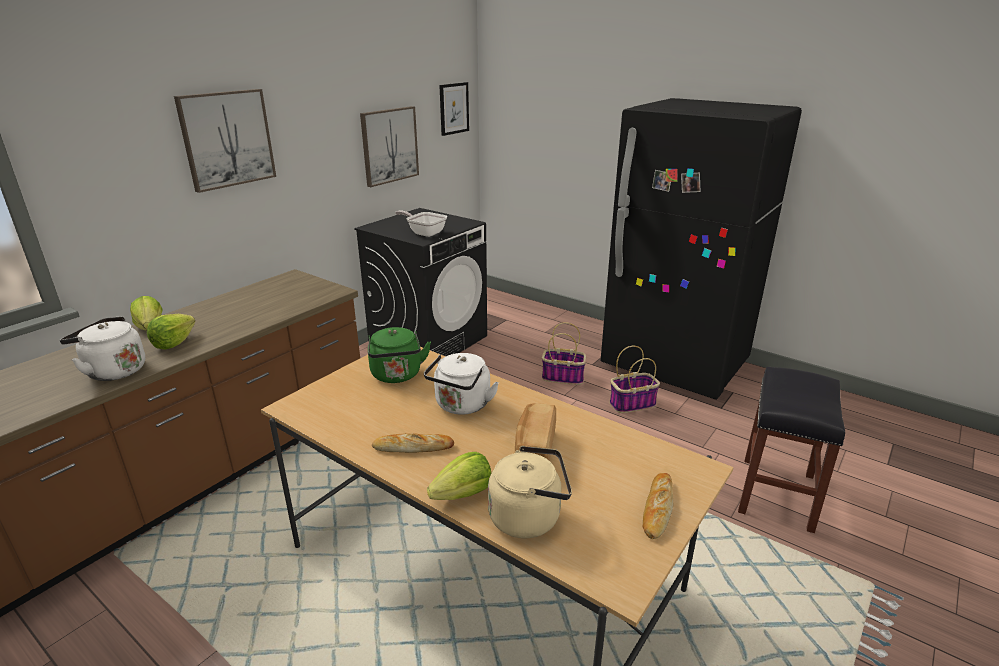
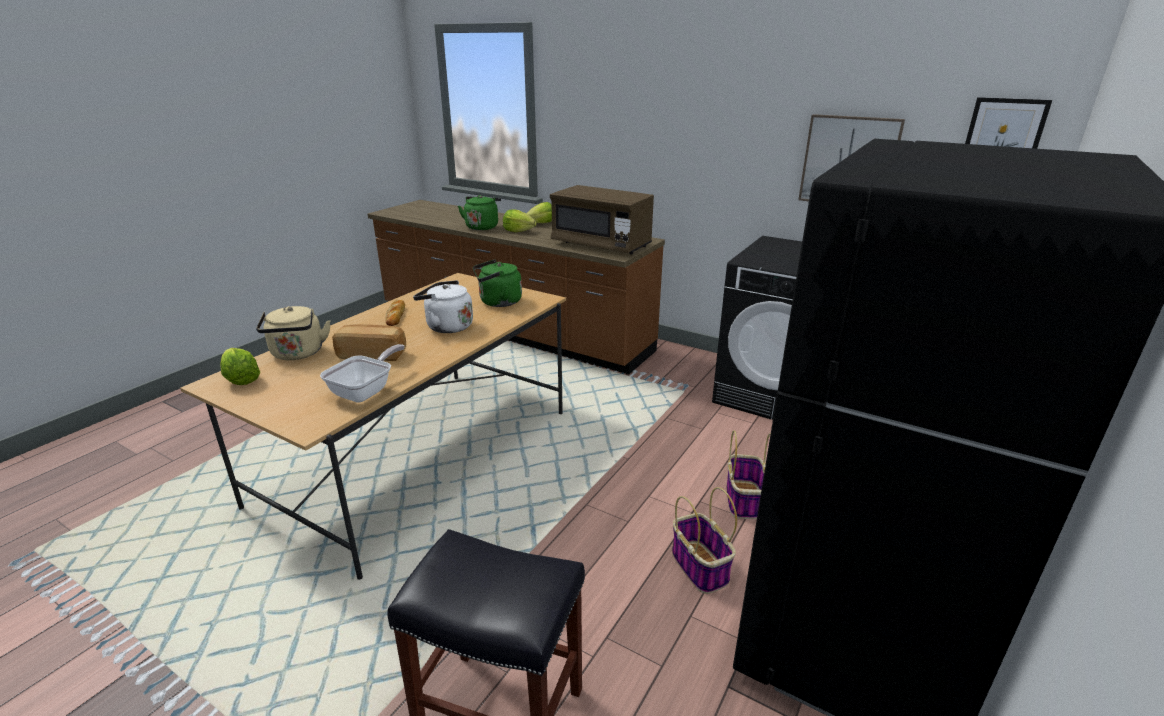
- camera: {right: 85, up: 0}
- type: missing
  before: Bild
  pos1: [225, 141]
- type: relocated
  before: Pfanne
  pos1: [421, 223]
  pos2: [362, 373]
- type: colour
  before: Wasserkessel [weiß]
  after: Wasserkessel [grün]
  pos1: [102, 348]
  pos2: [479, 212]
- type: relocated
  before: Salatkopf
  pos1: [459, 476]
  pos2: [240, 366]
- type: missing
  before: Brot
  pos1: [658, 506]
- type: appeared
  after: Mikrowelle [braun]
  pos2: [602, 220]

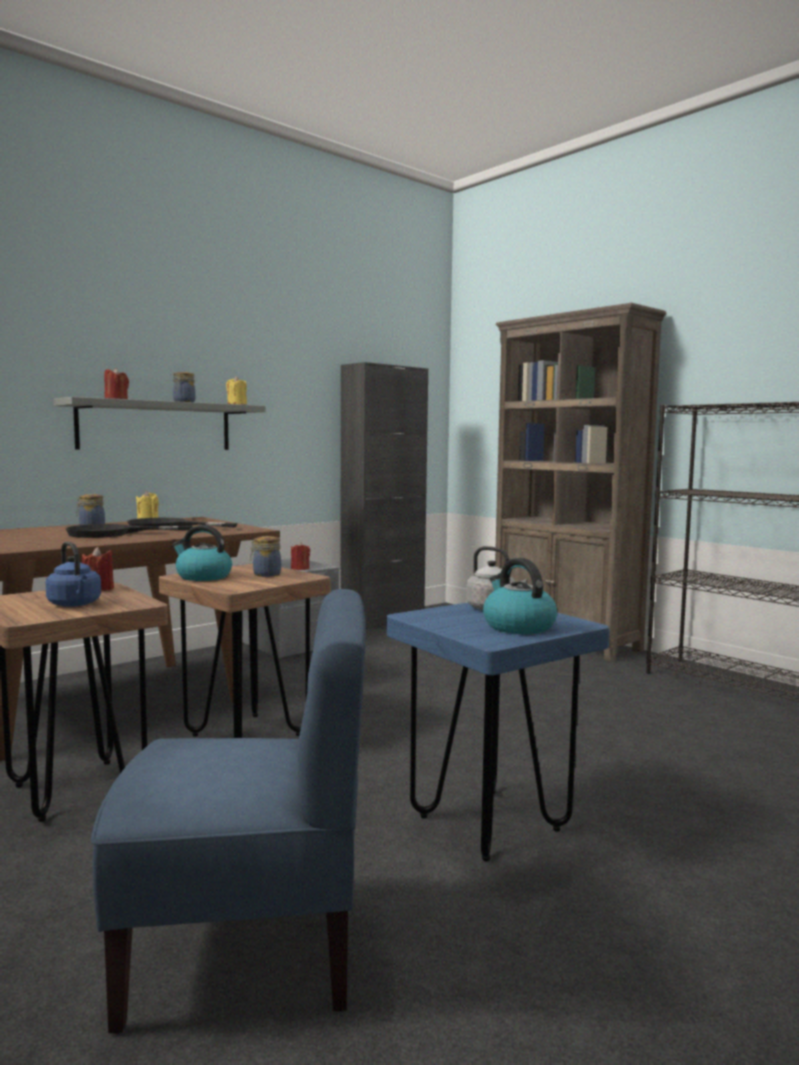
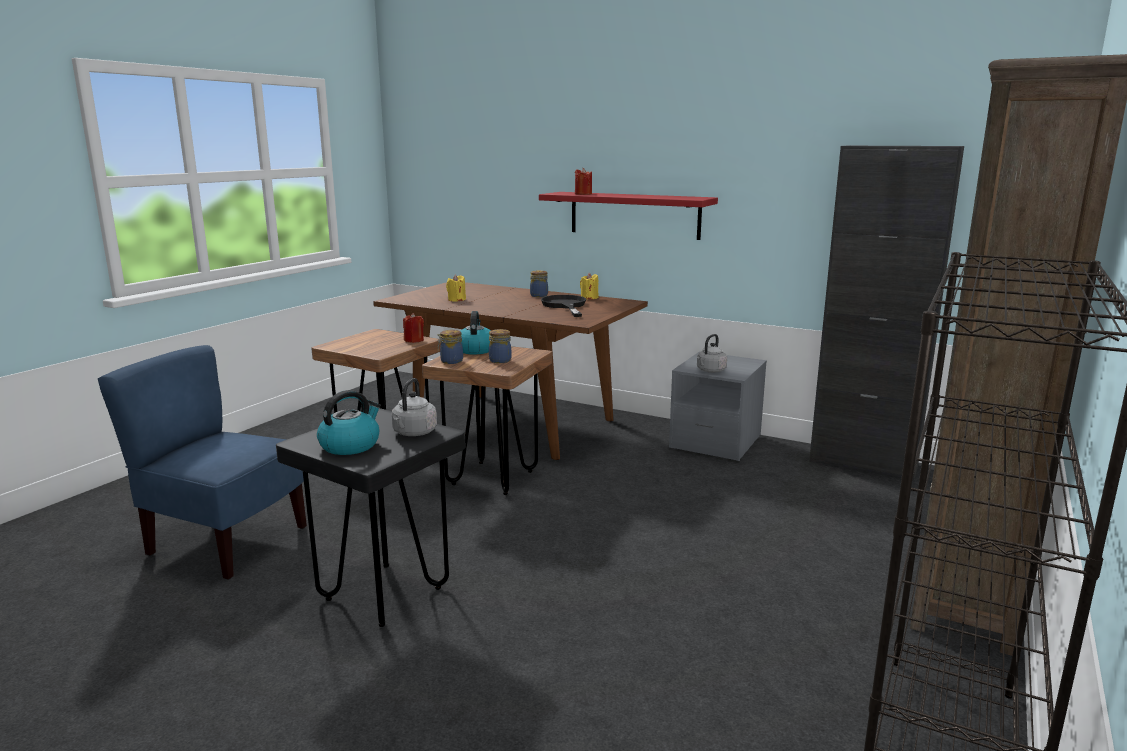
- camera: {right: 70, up: 10}
- type: relocated
  before: Vorratsglas
  pos1: [184, 387]
  pos2: [450, 347]
- type: relocated
  before: Kerze [gelb]
  pos1: [236, 390]
  pos2: [456, 288]
- type: colour
  before: Wandregal [grau]
  after: Wandregal [rot]
  pos1: [160, 423]
  pos2: [628, 216]
- type: missing
  before: Pfanne [schwarz]
  pos1: [129, 531]
- type: missing
  before: Wasserkessel [blau]
  pos1: [73, 574]
- type: exchanged
  before: Kerze [rot]
  after: Wasserkessel [grau]
  pos1: [300, 556]
  pos2: [712, 353]
- type: spun
  before: Stuhl [blau]
  pos1: [228, 811]
  pos2: [202, 462]
  turn: 135
- type: colour
  before: Hocker [blau]
  after: Hocker [schwarz]
  pos1: [498, 732]
  pos2: [371, 517]

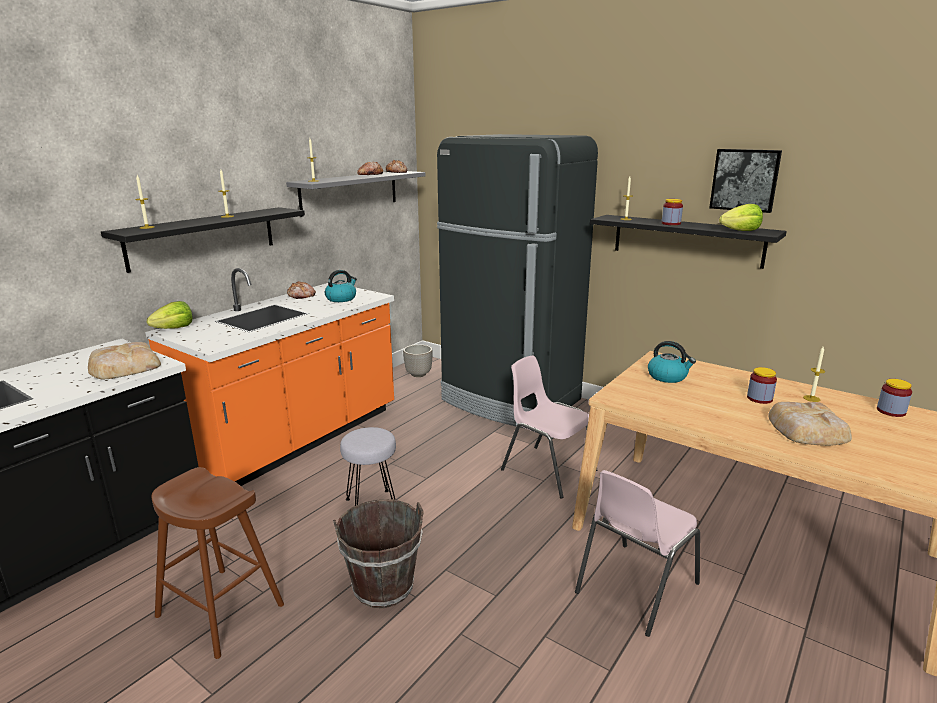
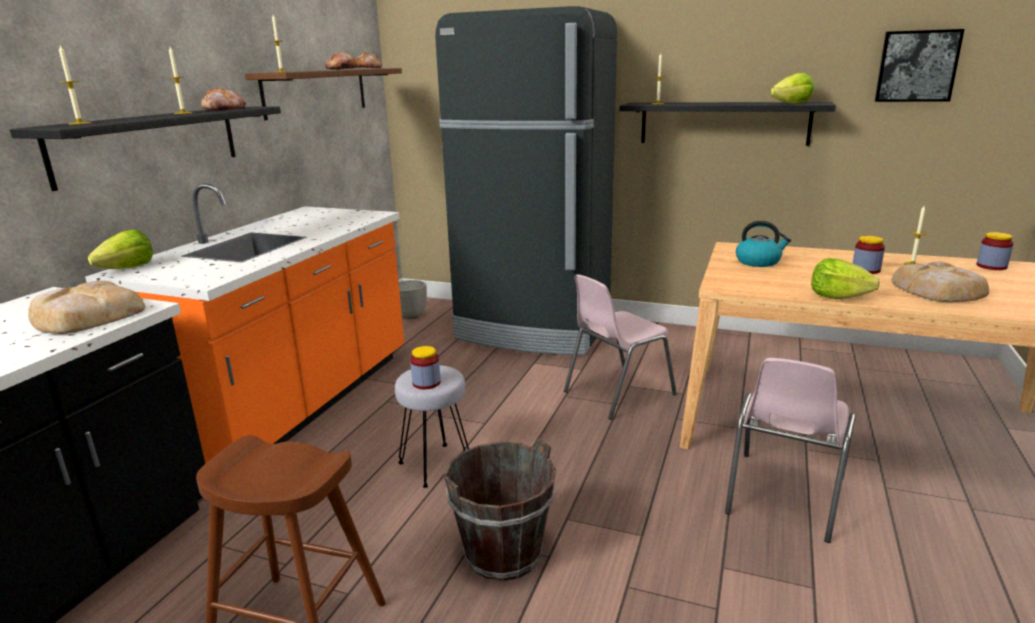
- camera: {right: -15, up: 0}
- type: relocated
  before: Bild
  pos1: [745, 181]
  pos2: [920, 65]
- type: colour
  before: Wandregal [grau]
  after: Wandregal [braun]
  pos1: [356, 194]
  pos2: [323, 94]
- type: relocated
  before: Vorratsglas
  pos1: [672, 212]
  pos2: [425, 367]
- type: missing
  before: Wasserkessel
  pos1: [341, 286]
- type: relocated
  before: Brot
  pos1: [301, 290]
  pos2: [223, 99]
- type: spun
  before: Stuhl [rosa]
  pos1: [549, 427]
  pos2: [620, 347]
  turn: -60
- type: appeared
  after: Salatkopf
  pos2: [845, 278]

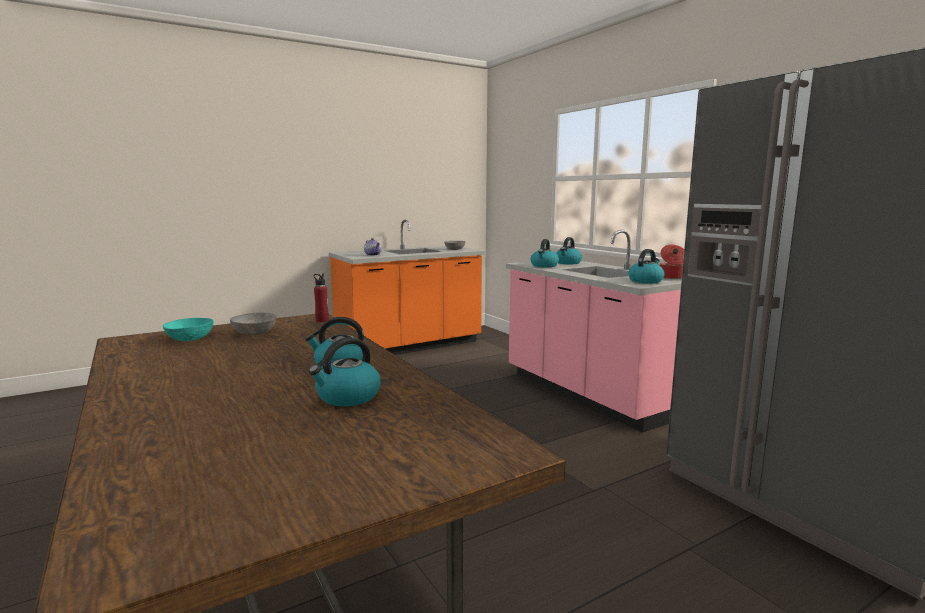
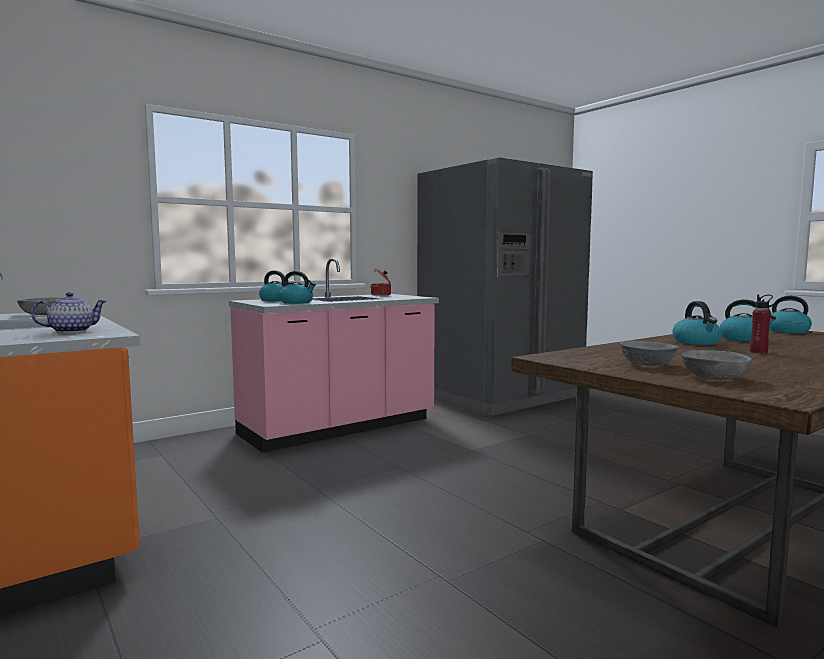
- camera: {right: -95, up: -5}
- type: relocated
  before: Wasserkessel
  pos1: [646, 266]
  pos2: [790, 315]
- type: relocated
  before: Flasche [rot]
  pos1: [321, 298]
  pos2: [761, 324]
- type: colour
  before: Schüssel [türkis]
  after: Schüssel [grau]
  pos1: [188, 329]
  pos2: [717, 365]

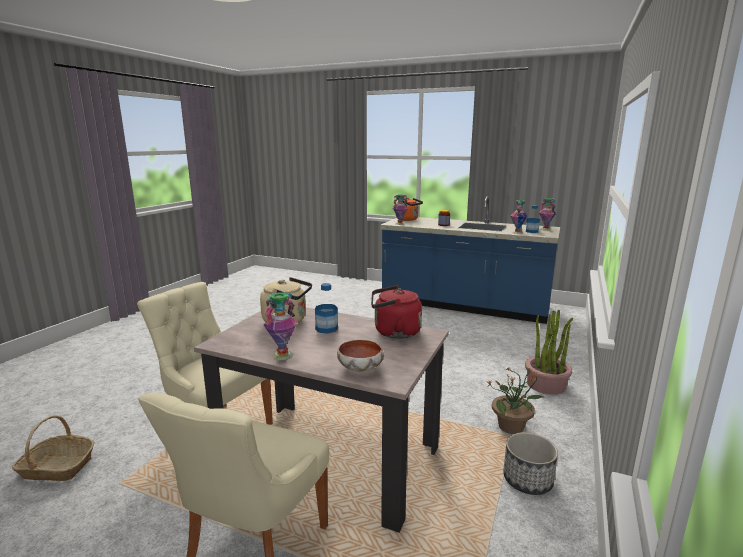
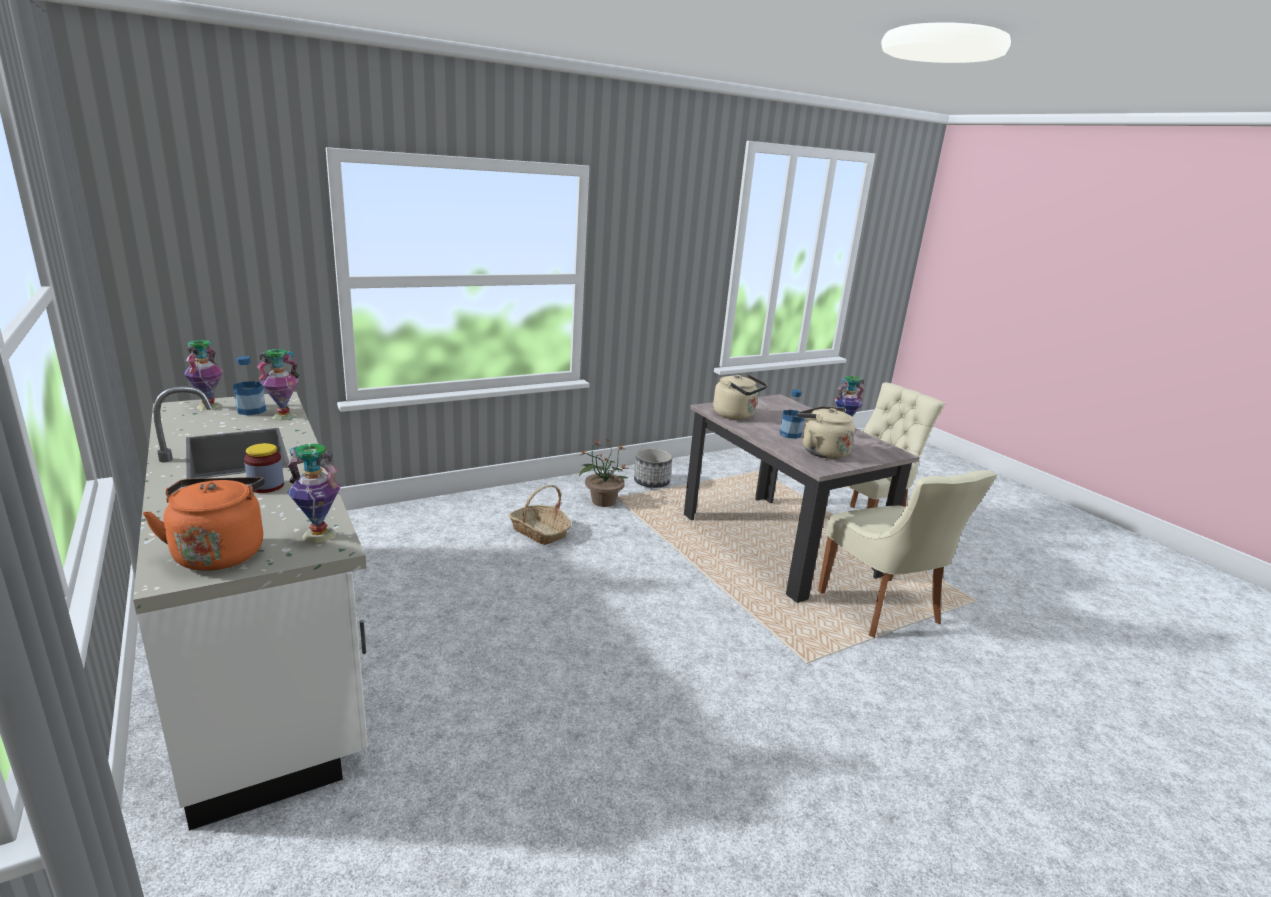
- camera: {right: -145, up: 5}
- type: colour
  before: Küchenzeile [blau]
  after: Küchenzeile [weiß]
  pos1: [470, 260]
  pos2: [250, 608]
- type: colour
  before: Wasserkessel [rot]
  after: Wasserkessel [beige]
  pos1: [396, 312]
  pos2: [740, 397]
- type: missing
  before: Topfpflanze
  pos1: [549, 352]
- type: missing
  before: Schüssel
  pos1: [360, 356]
- type: relocated
  before: Korb
  pos1: [53, 448]
  pos2: [539, 515]

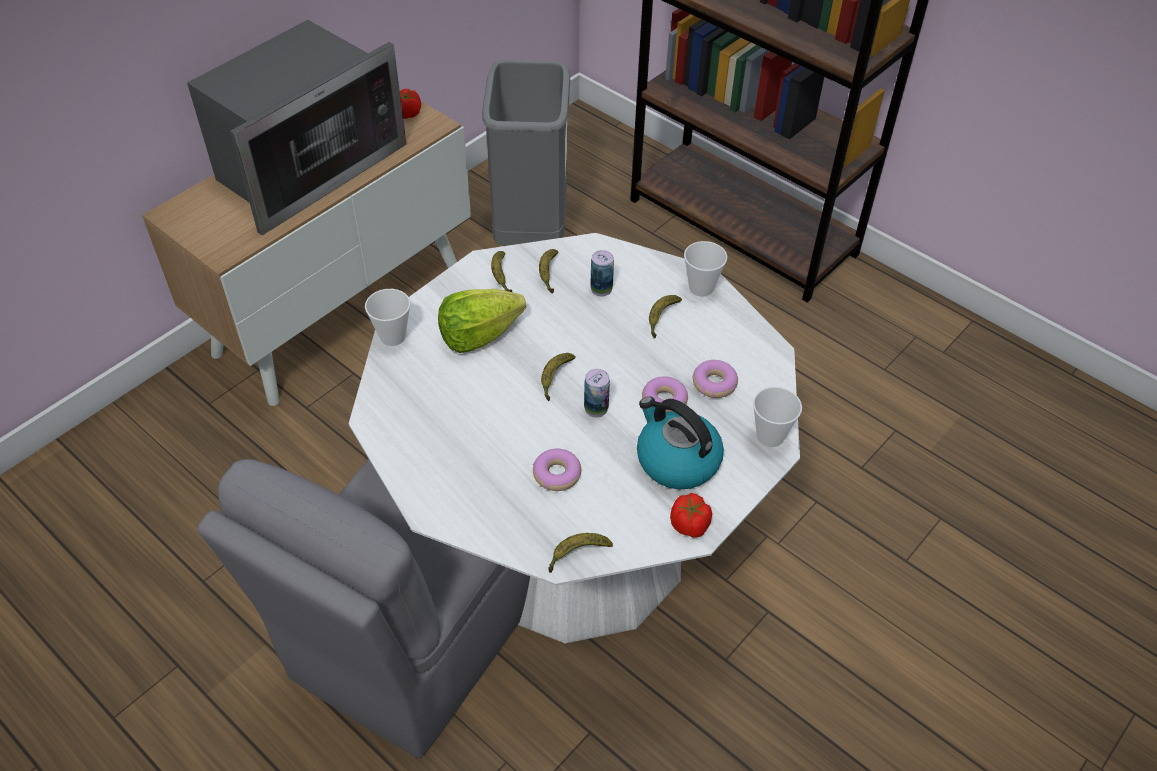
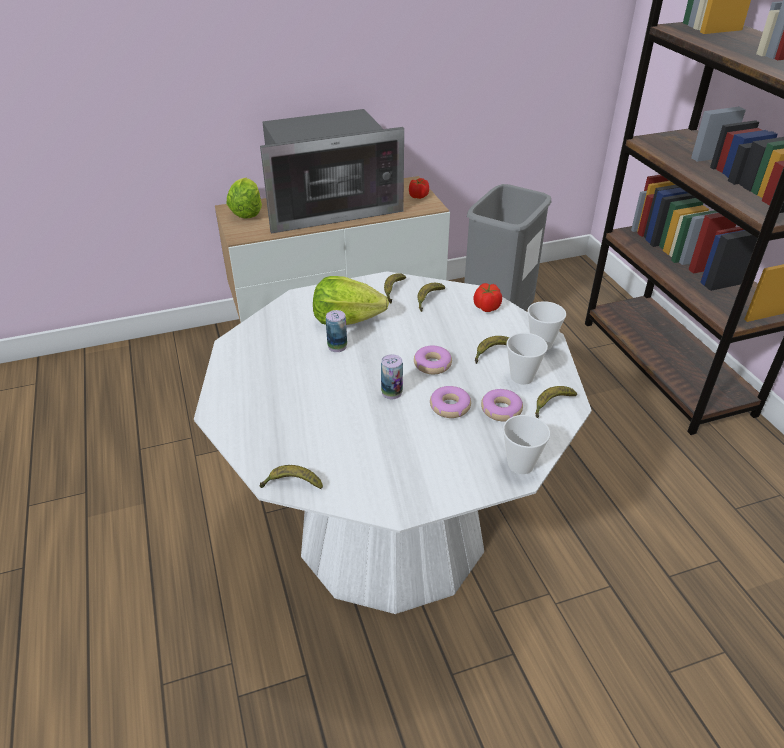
- camera: {right: 30, up: -10}
- type: relocated
  before: Dose
  pos1: [602, 273]
  pos2: [336, 331]
- type: relocated
  before: Tasse
  pos1: [388, 317]
  pos2: [527, 359]
- type: relocated
  before: Banane
  pos1: [558, 377]
  pos2: [556, 402]
- type: missing
  before: Wasserkessel
  pos1: [680, 443]
- type: relocated
  before: Donut
  pos1: [557, 469]
  pos2: [433, 360]
- type: missing
  before: Stuhl [grau]
  pos1: [364, 608]
- type: relocated
  before: Tomate
  pos1: [691, 515]
  pos2: [488, 297]
- type: appeared
  after: Salatkopf
  pos2: [244, 198]

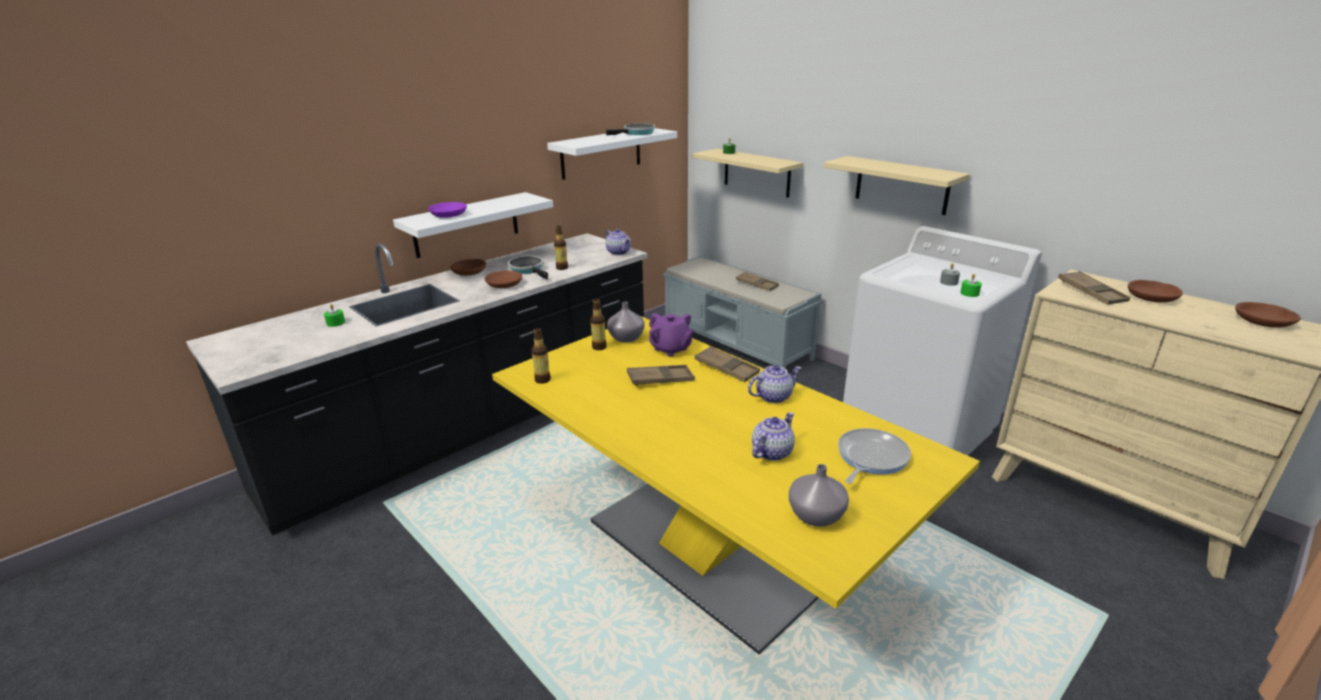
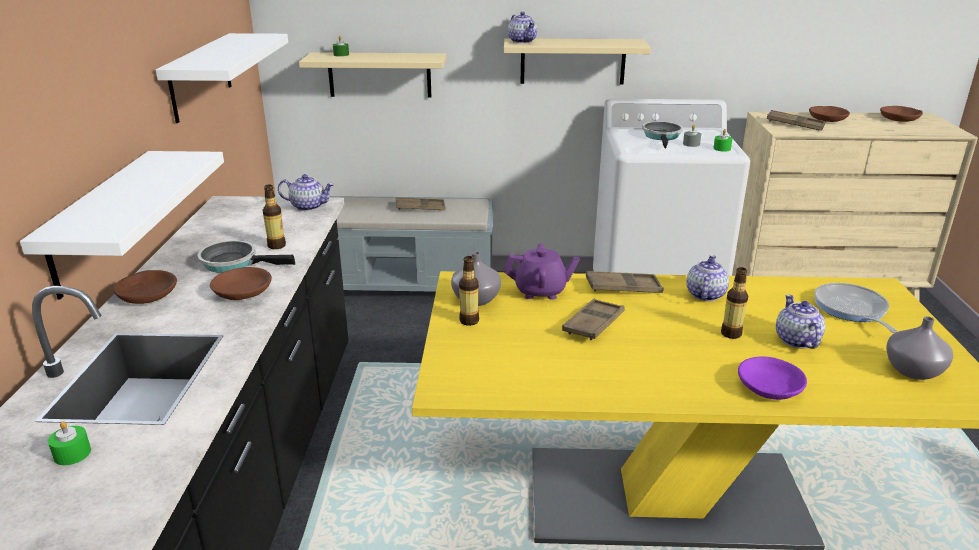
- camera: {right: -45, up: 0}
- type: relocated
  before: Pfanne
  pos1: [631, 129]
  pos2: [662, 134]
- type: relocated
  before: Schüssel [lila]
  pos1: [447, 210]
  pos2: [772, 378]
- type: relocated
  before: Flasche
  pos1: [541, 355]
  pos2: [734, 303]
- type: appeared
  after: Teekanne
  pos2: [522, 27]

